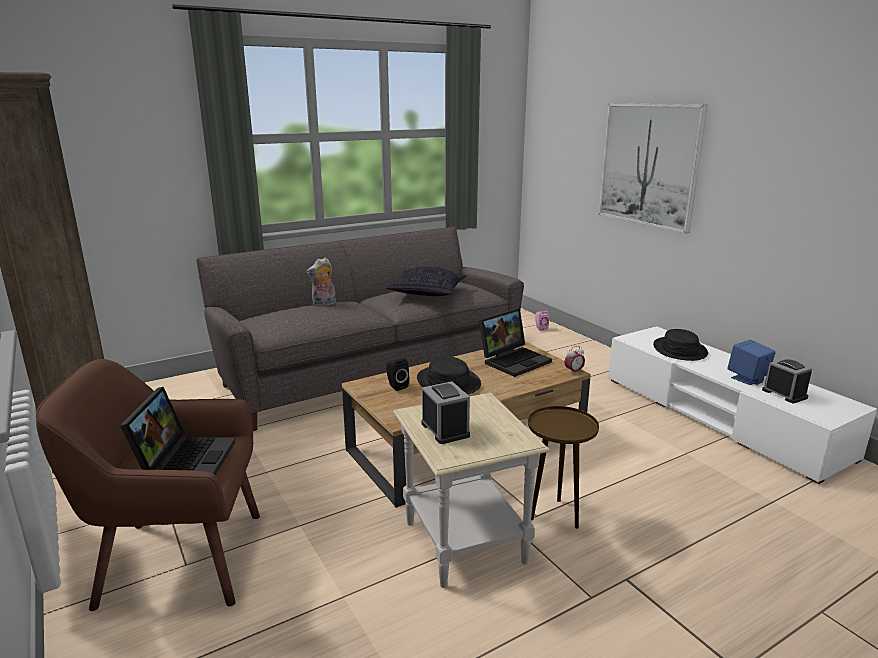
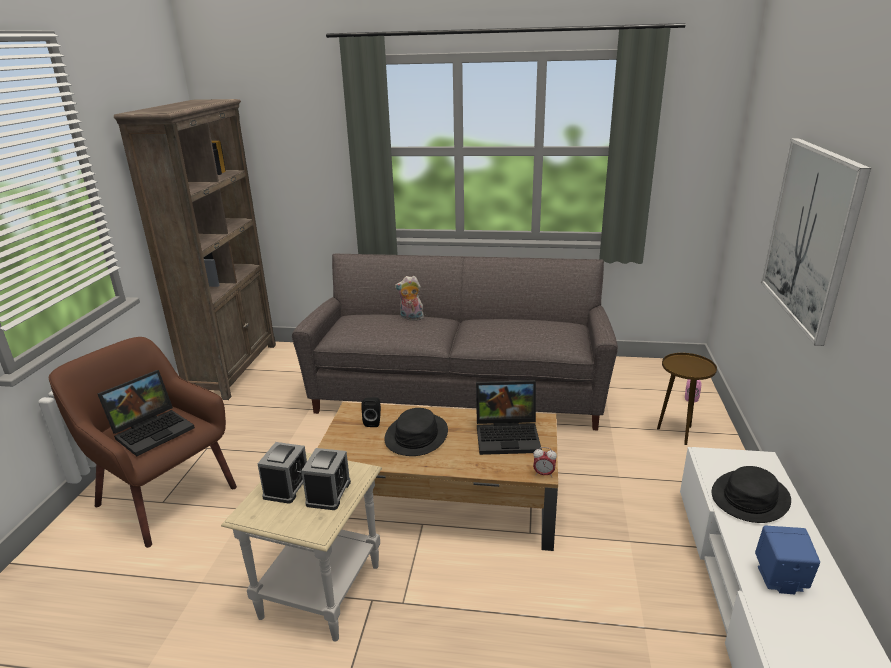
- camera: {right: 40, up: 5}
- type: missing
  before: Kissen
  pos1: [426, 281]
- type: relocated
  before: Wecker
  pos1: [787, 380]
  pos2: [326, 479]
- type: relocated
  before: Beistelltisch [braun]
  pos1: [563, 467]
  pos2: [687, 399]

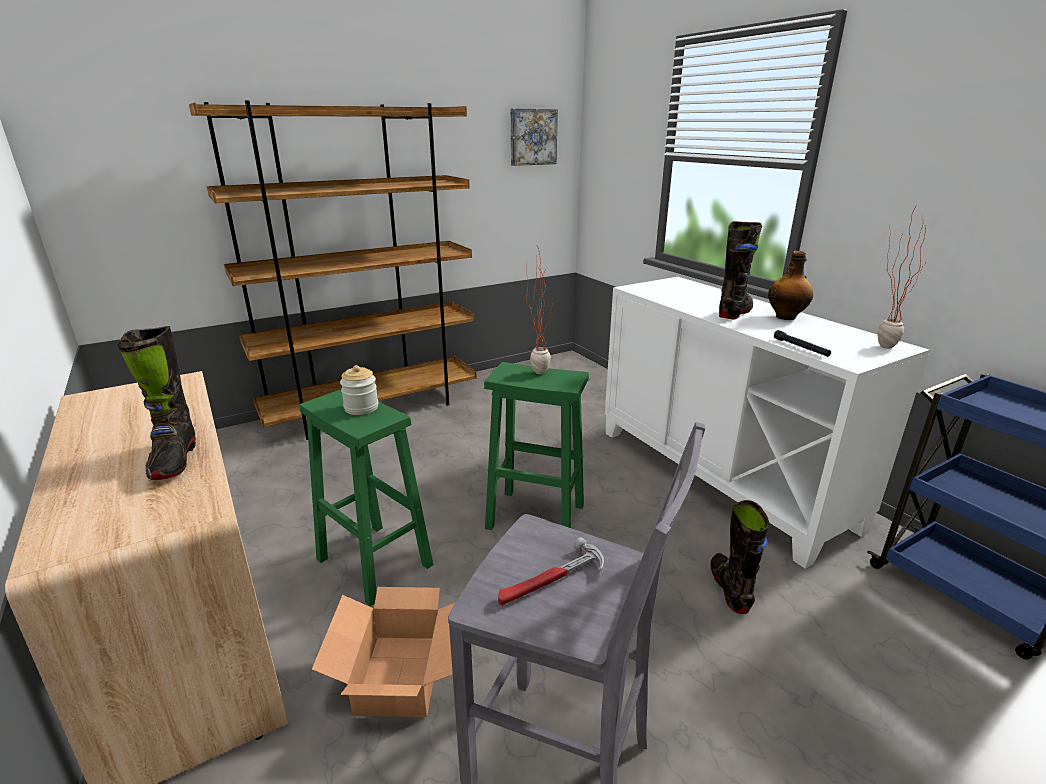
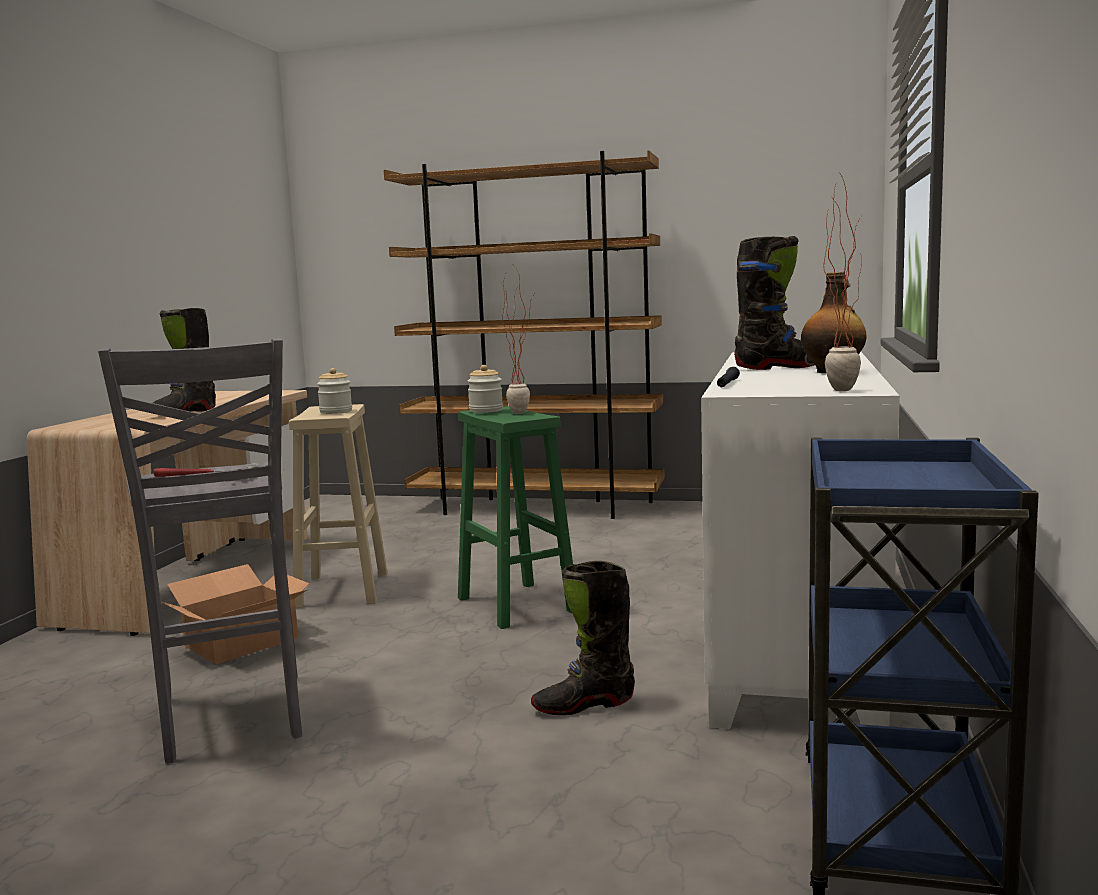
- camera: {right: 45, up: -15}
- type: missing
  before: Bild
  pos1: [534, 137]
- type: colour
  before: Hocker [grün]
  after: Hocker [beige]
  pos1: [366, 498]
  pos2: [338, 506]
- type: spun
  before: Stiefel [schwarz]
  pos1: [739, 557]
  pos2: [583, 638]
  turn: -150
- type: appeared
  after: Vorratsglas
  pos2: [485, 389]

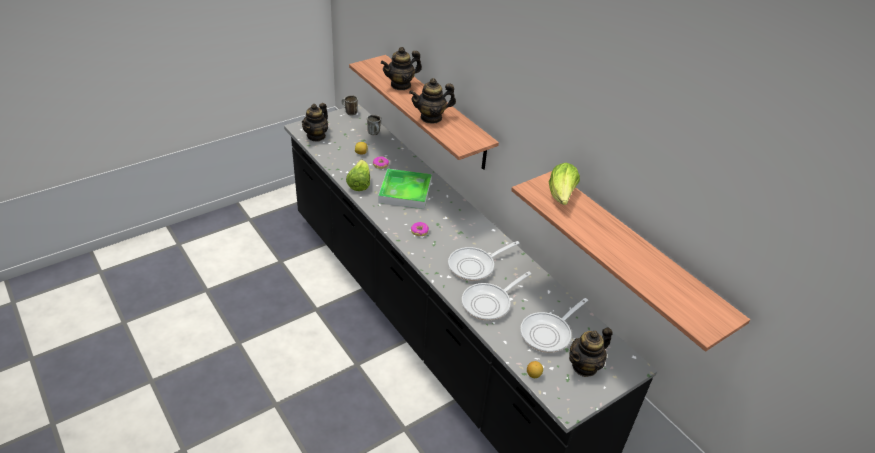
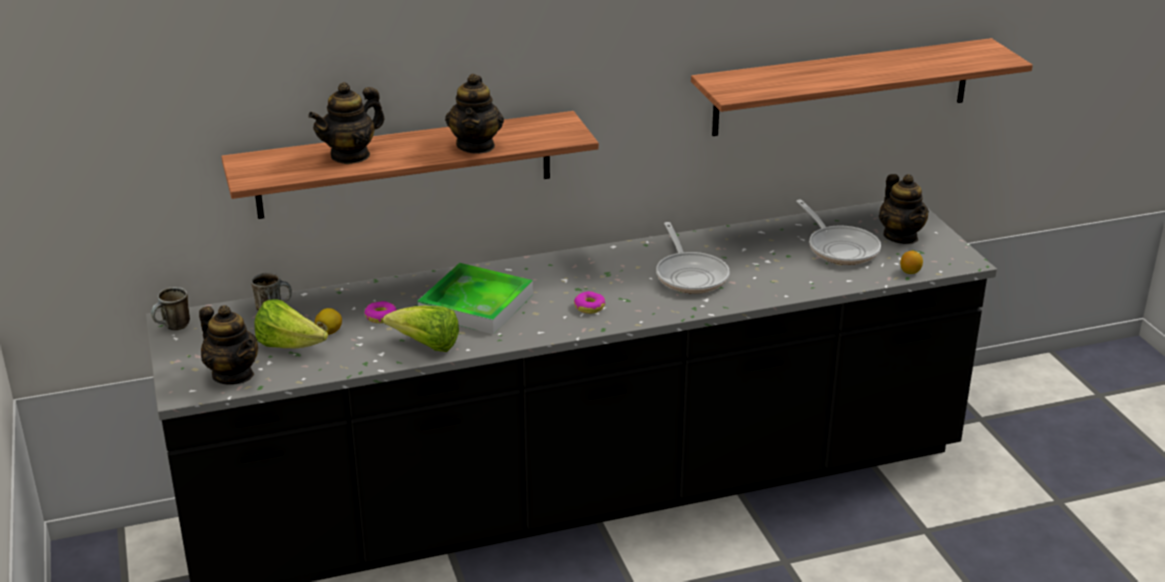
- camera: {right: -70, up: -10}
- type: spun
  before: Teekanne
  pos1: [401, 68]
  pos2: [346, 123]
  turn: 60
- type: relocated
  before: Salatkopf
  pos1: [564, 184]
  pos2: [291, 323]
- type: missing
  before: Pfanne
  pos1: [496, 296]

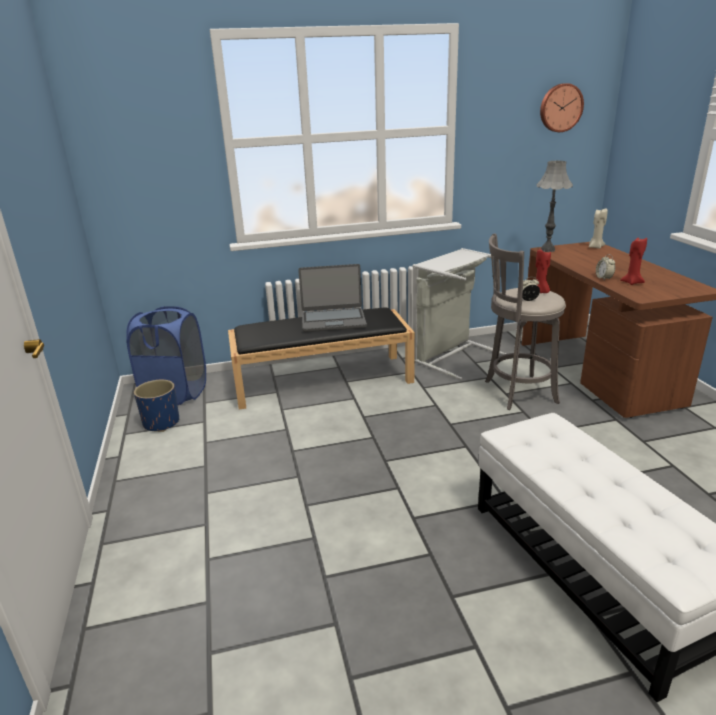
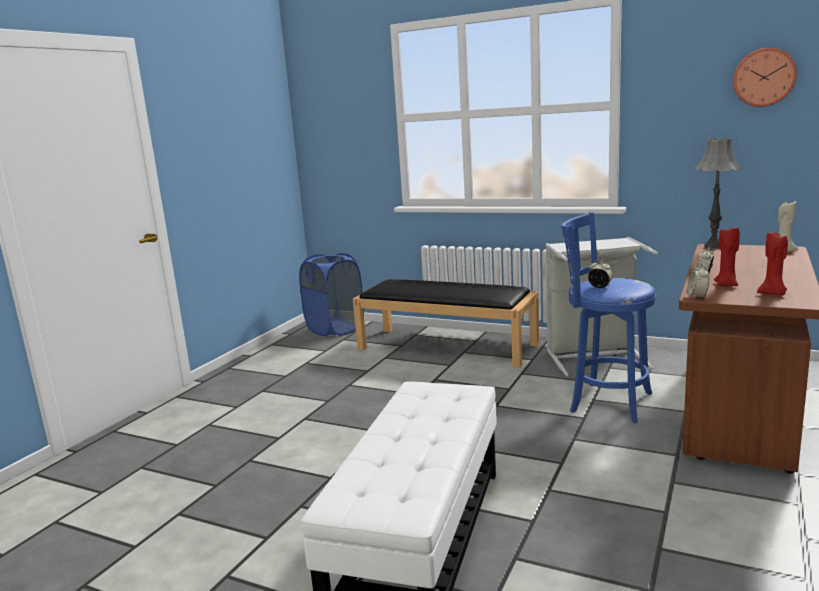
- camera: {right: 40, up: -10}
- type: colour
  before: Hocker [grau]
  after: Hocker [blau]
  pos1: [525, 321]
  pos2: [608, 317]
- type: relocated
  before: Kerze [rot]
  pos1: [543, 270]
  pos2: [772, 264]
- type: missing
  before: Laptop
  pos1: [332, 298]
- type: missing
  before: Pflanzkübel [blau]
  pos1: [156, 406]
- type: appeared
  after: Wecker
  pos2: [698, 281]

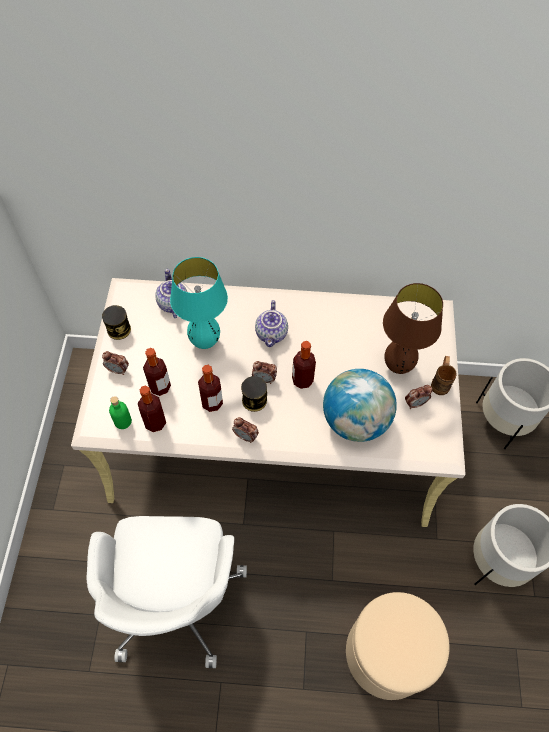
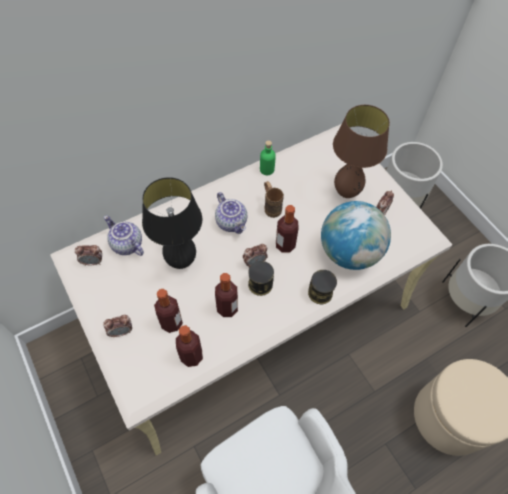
- camera: {right: -35, up: 0}
- type: colour
  before: Tischlampe [türkis]
  after: Tischlampe [schwarz]
  pos1: [199, 303]
  pos2: [172, 223]
- type: relocated
  before: Dose
  pos1: [116, 322]
  pos2: [322, 287]
- type: relocated
  before: Henkelbecher [braun]
  pos1: [444, 375]
  pos2: [274, 199]
- type: relocated
  before: Flasche [grün]
  pos1: [120, 412]
  pos2: [268, 157]
- type: relocated
  before: Wecker
  pos1: [245, 430]
  pos2: [88, 255]

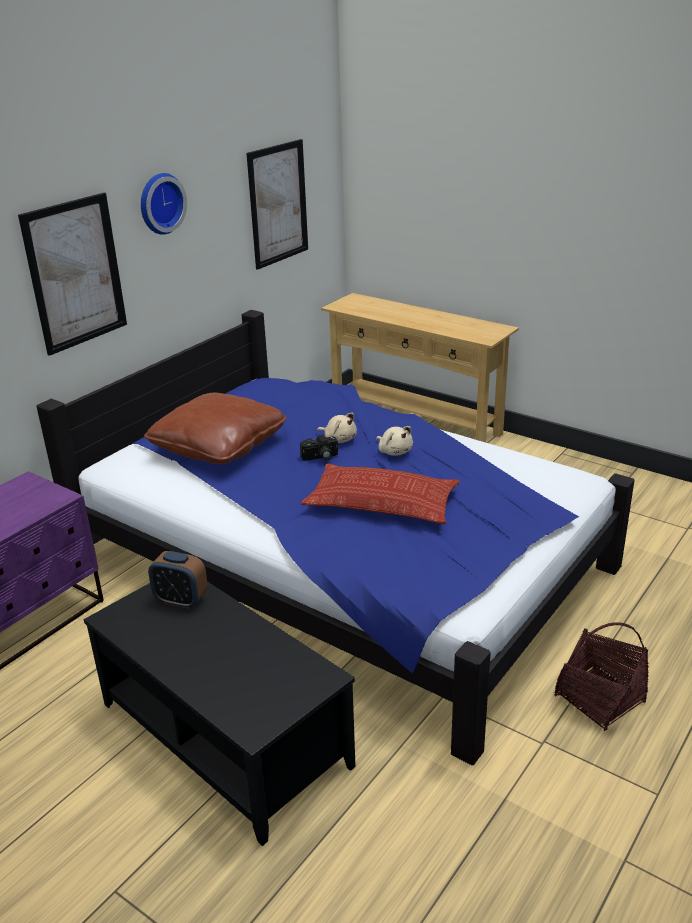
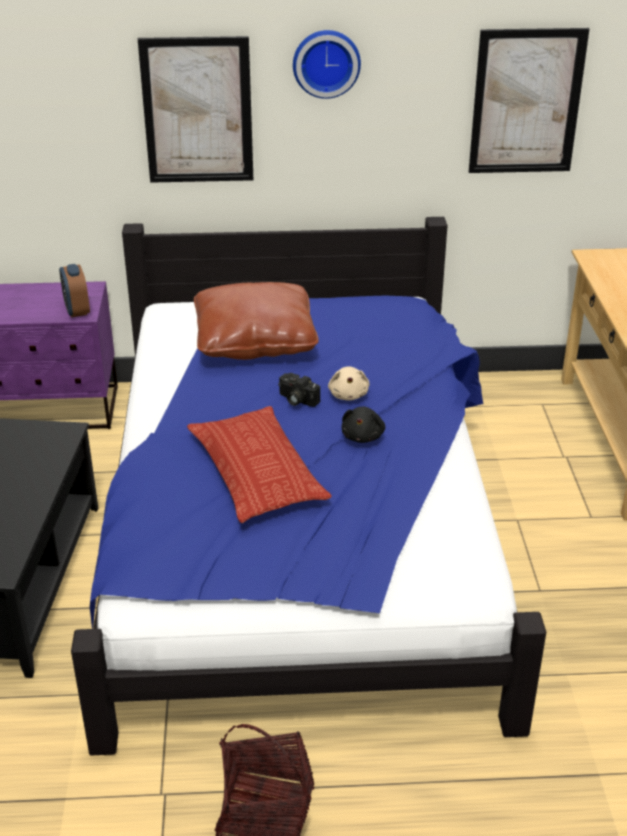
- camera: {right: 50, up: 5}
- type: colour
  before: Plüschtier [beige]
  after: Plüschtier [schwarz]
  pos1: [394, 441]
  pos2: [363, 425]
- type: relocated
  before: Wecker
  pos1: [178, 580]
  pos2: [74, 290]

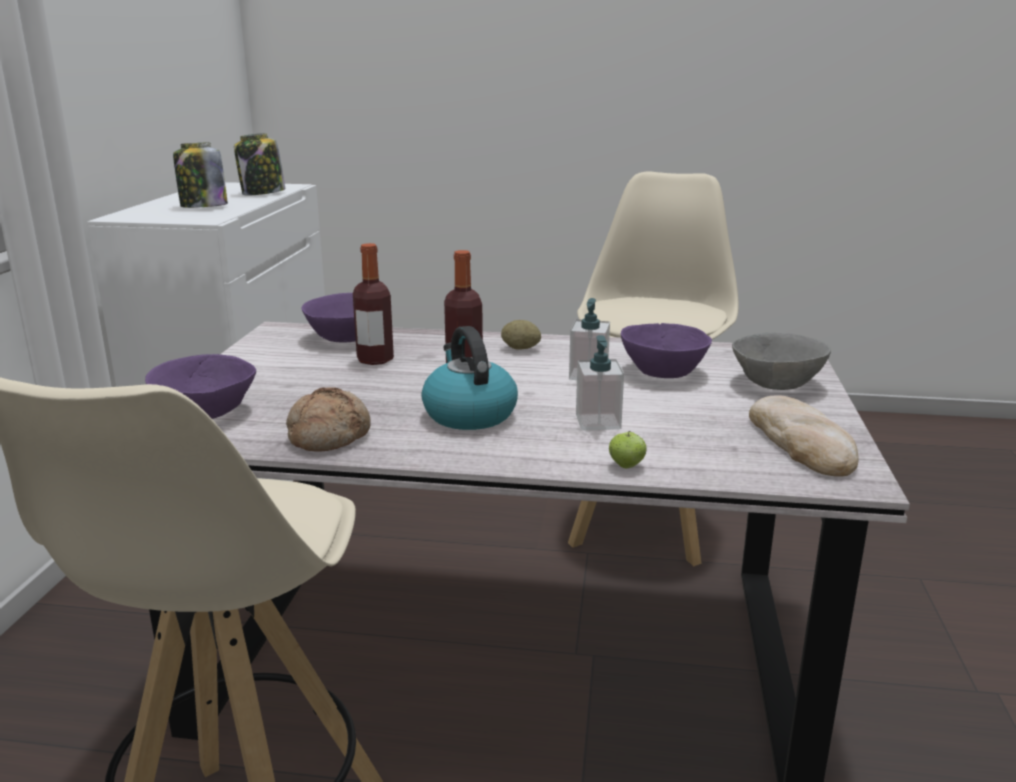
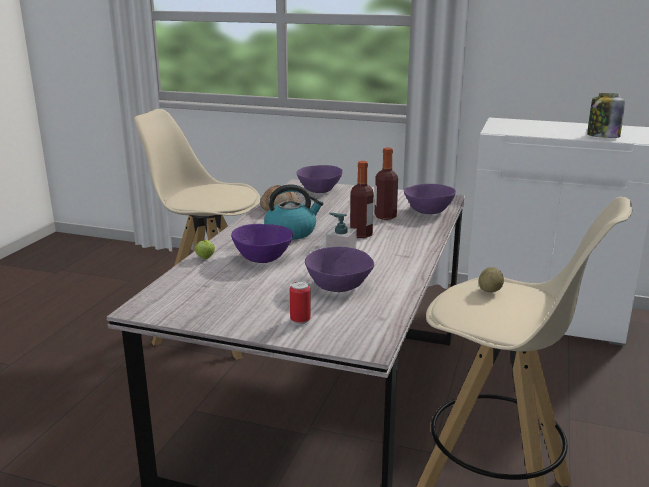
- camera: {right: 100, up: 0}
- type: missing
  before: Vorratsglas
  pos1: [200, 175]
- type: relocated
  before: Kartoffel
  pos1: [521, 335]
  pos2: [491, 279]
- type: exchanged
  before: Schüssel [grau]
  after: Dose
  pos1: [781, 361]
  pos2: [300, 303]
- type: exchanged
  before: Seifenspender
  after: Schüssel [lila]
  pos1: [600, 382]
  pos2: [262, 243]
- type: missing
  before: Brot
  pos1: [803, 436]

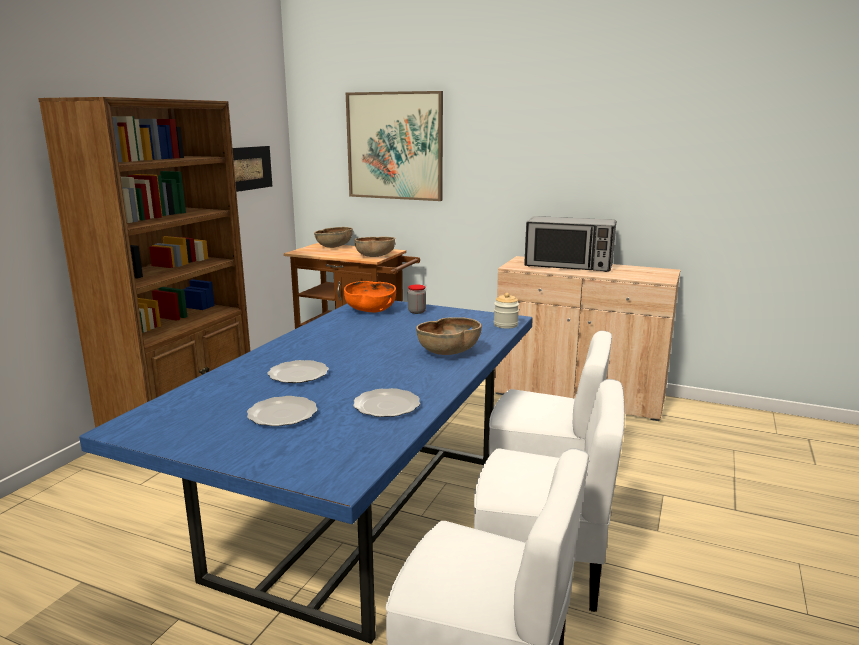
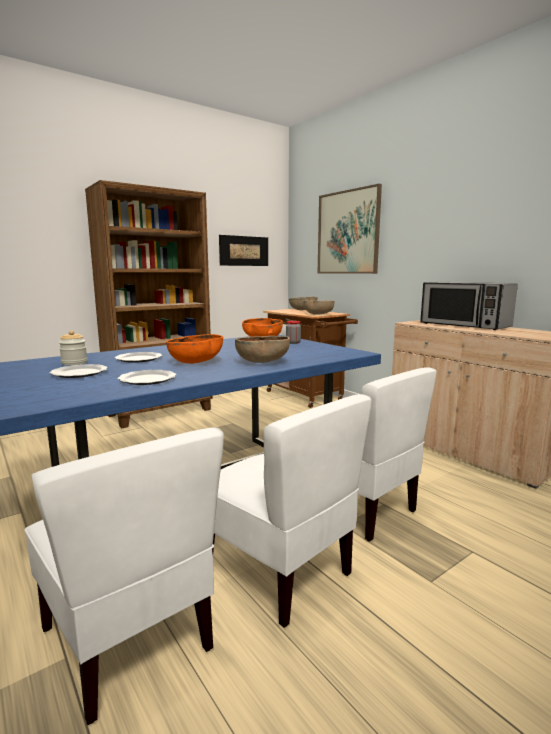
- camera: {right: 30, up: -5}
- type: relocated
  before: Vorratsglas
  pos1: [506, 311]
  pos2: [73, 347]
- type: appeared
  after: Schüssel [orange]
  pos2: [194, 349]

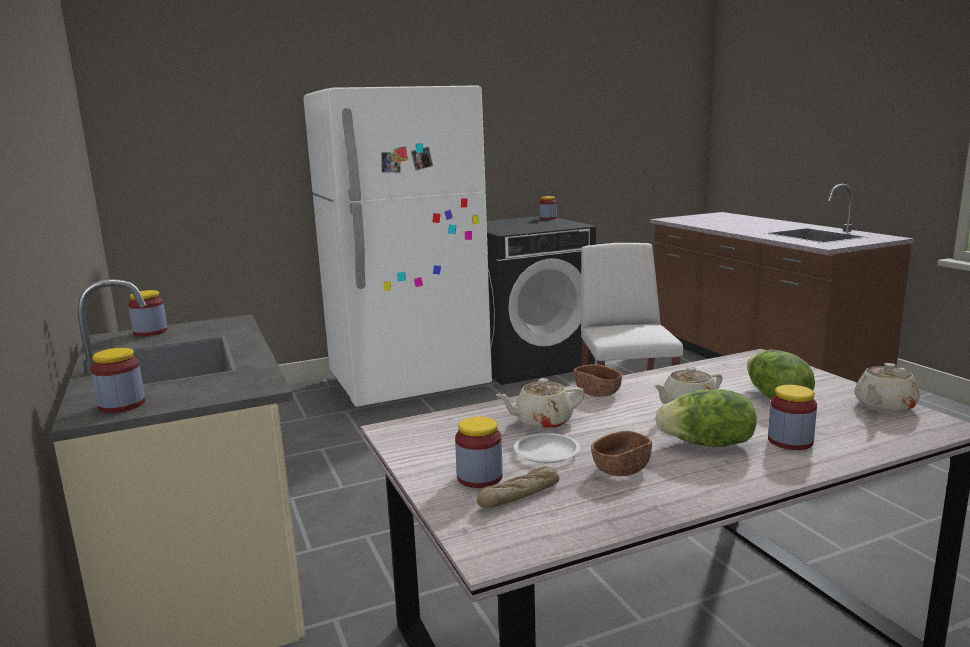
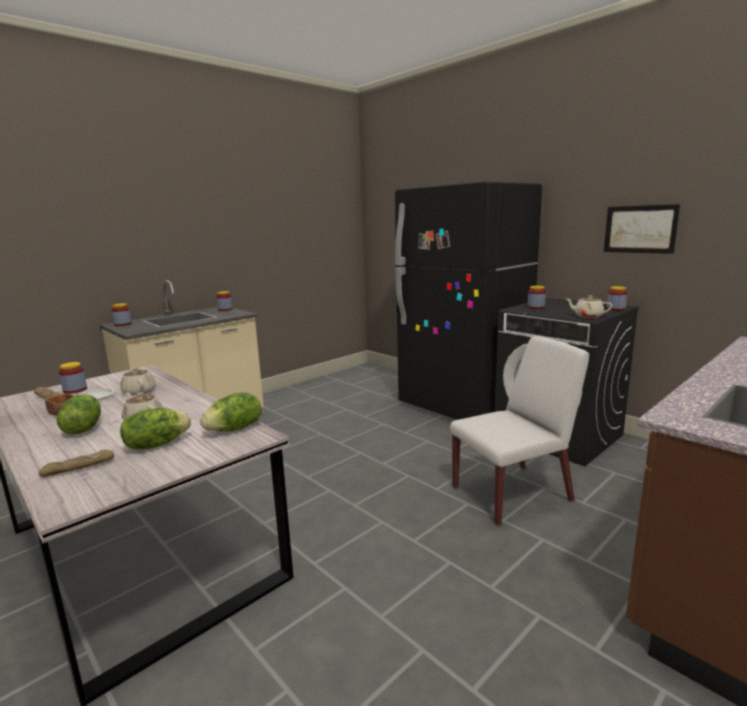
- camera: {right: 70, up: 0}
- type: colour
  before: Kühlschrank [weiß]
  after: Kühlschrank [schwarz]
  pos1: [397, 246]
  pos2: [468, 300]
- type: relocated
  before: Teekanne [beige]
  pos1: [887, 388]
  pos2: [589, 306]
- type: missing
  before: Schüssel [braun]
  pos1: [598, 380]
- type: relocated
  before: Vorratsglas
  pos1: [792, 417]
  pos2: [537, 297]
- type: appeared
  after: Bild
  pos2: [642, 229]
- type: appeared
  after: Salatkopf
  pos2: [231, 412]
- type: appeared
  after: Brot
  pos2: [76, 463]

